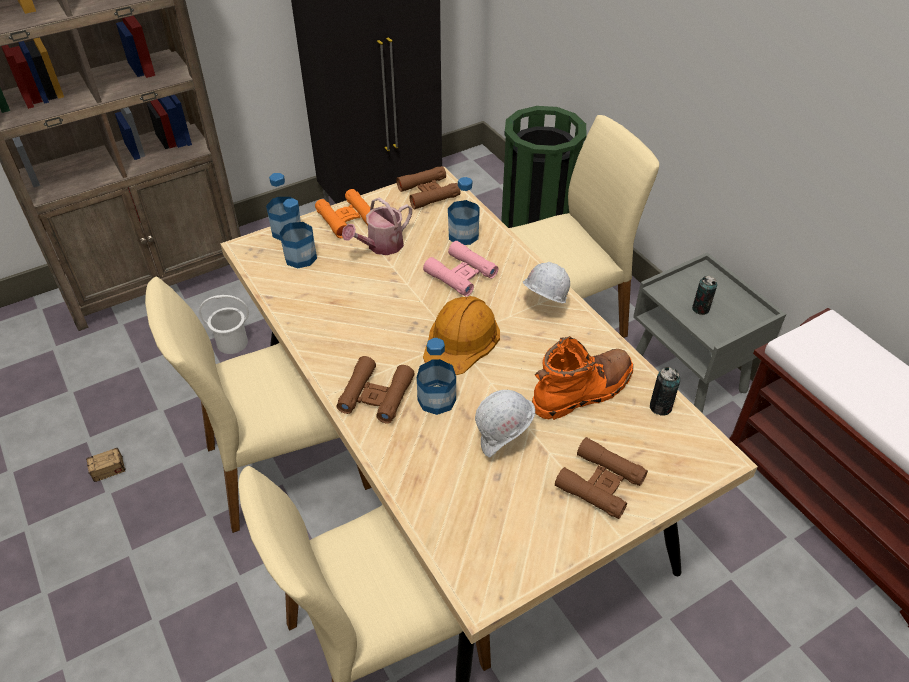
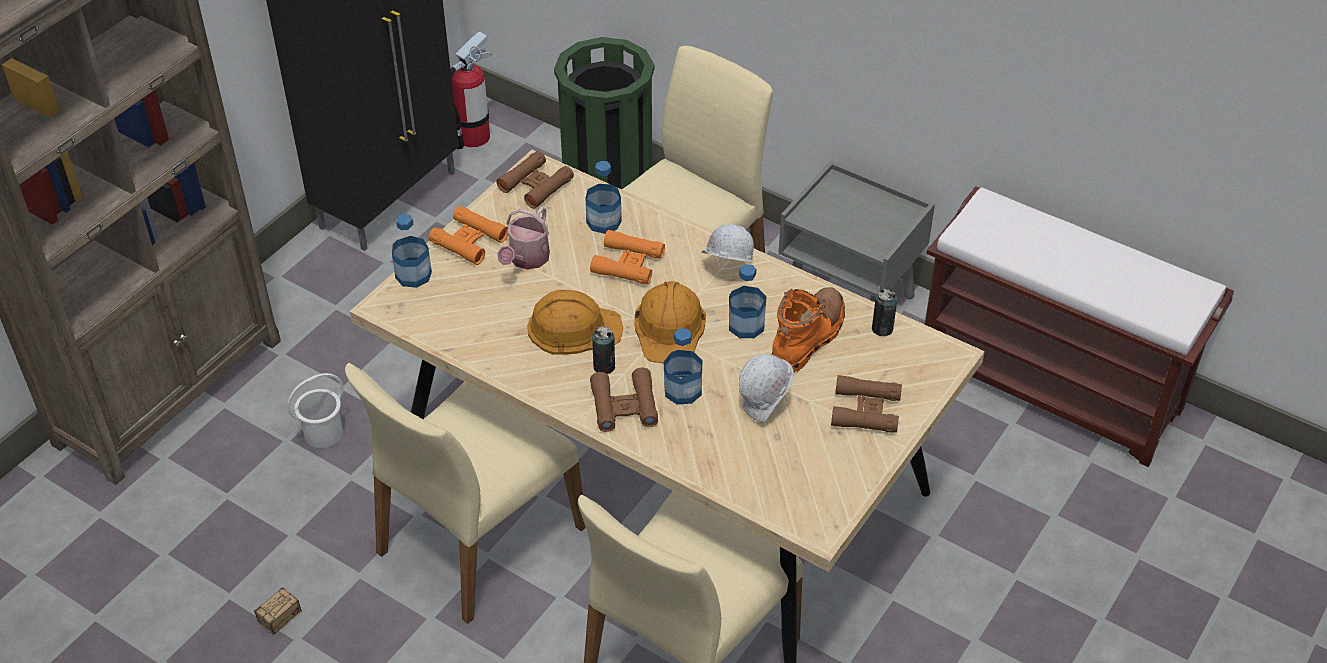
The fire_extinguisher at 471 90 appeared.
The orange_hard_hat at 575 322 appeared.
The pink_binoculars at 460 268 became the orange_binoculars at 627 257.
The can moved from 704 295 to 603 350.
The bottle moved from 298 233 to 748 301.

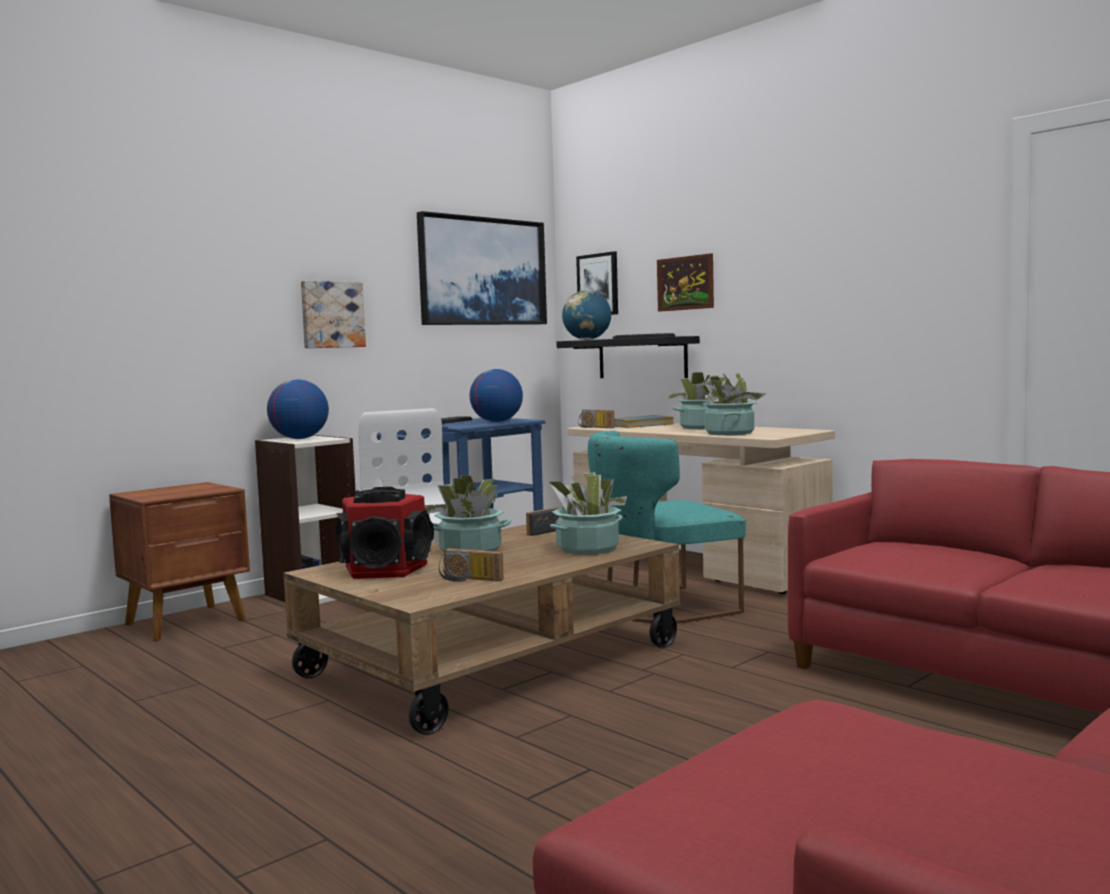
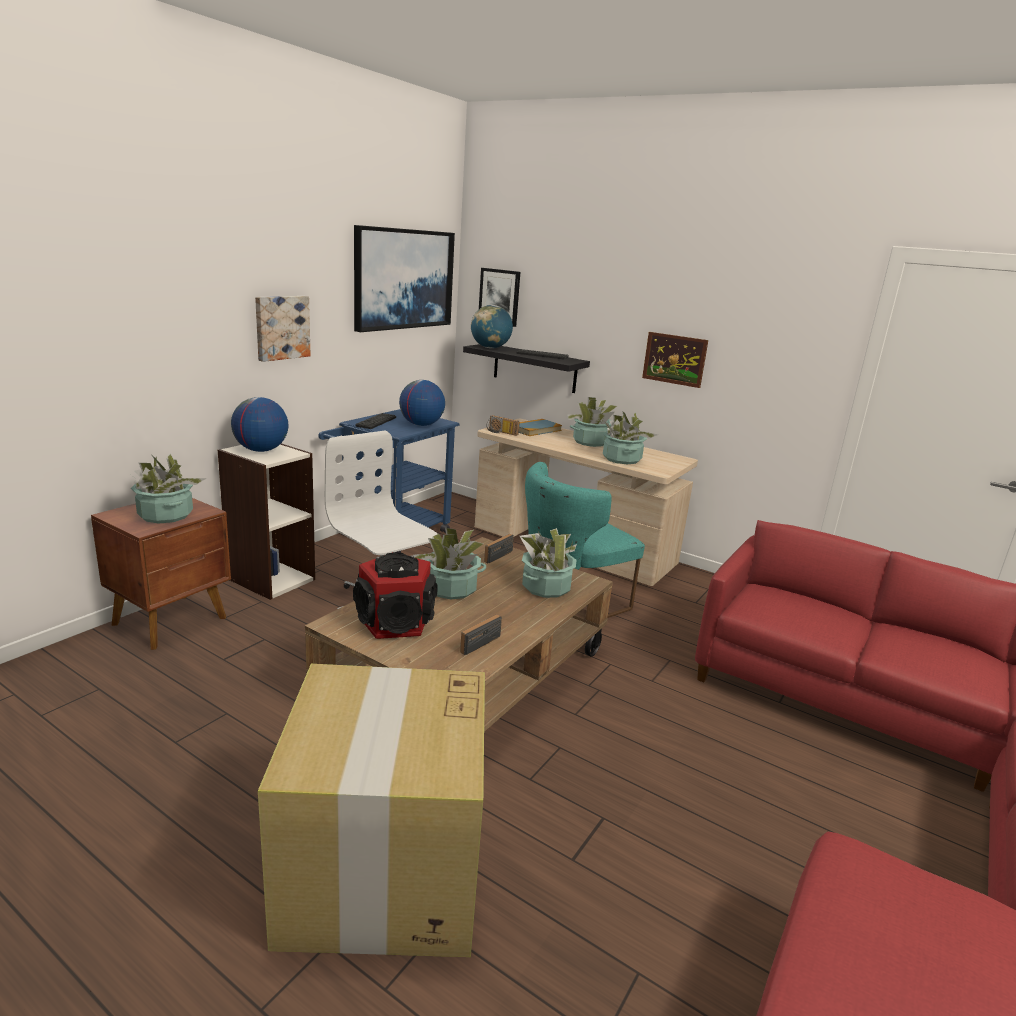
The potted_plant at 168 489 appeared.
The cardboard_box at 371 810 appeared.
The radio at 471 565 turned 120 degrees clockwise.
The picture moved from 685 282 to 675 360.

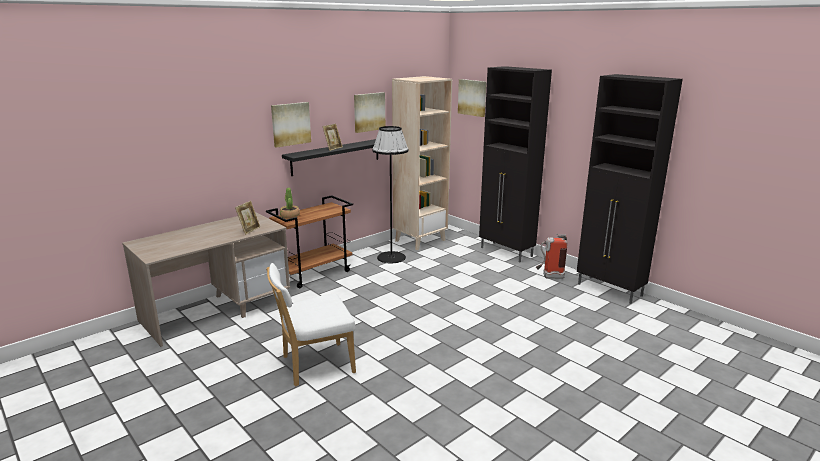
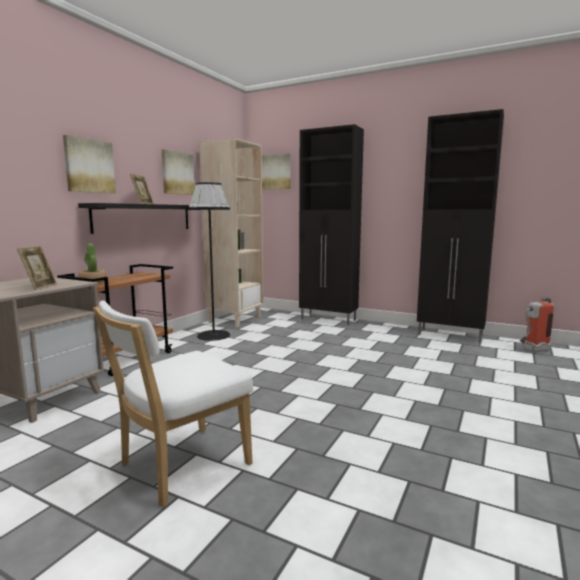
The fire_extinguisher moved from 552 256 to 537 324.

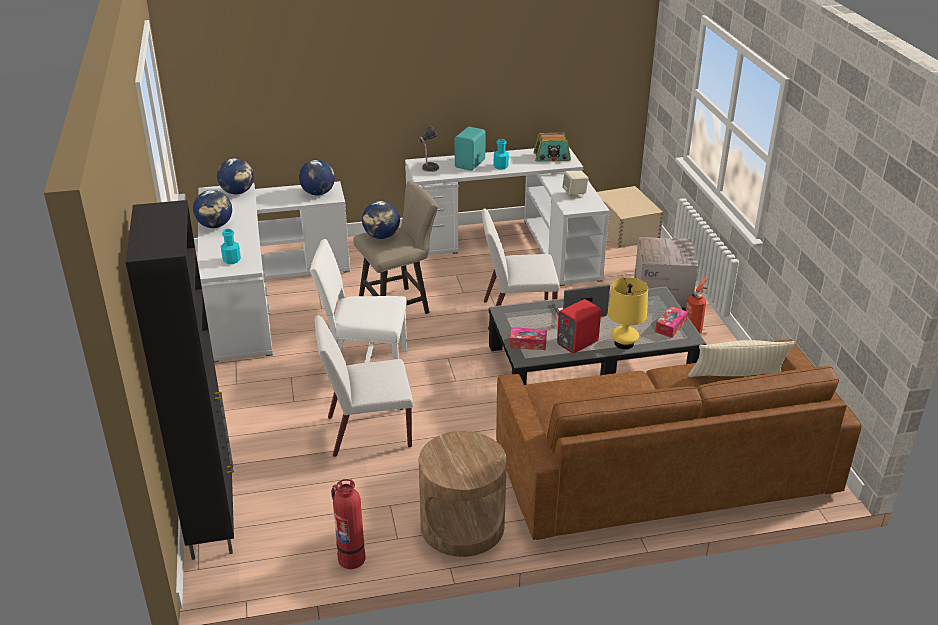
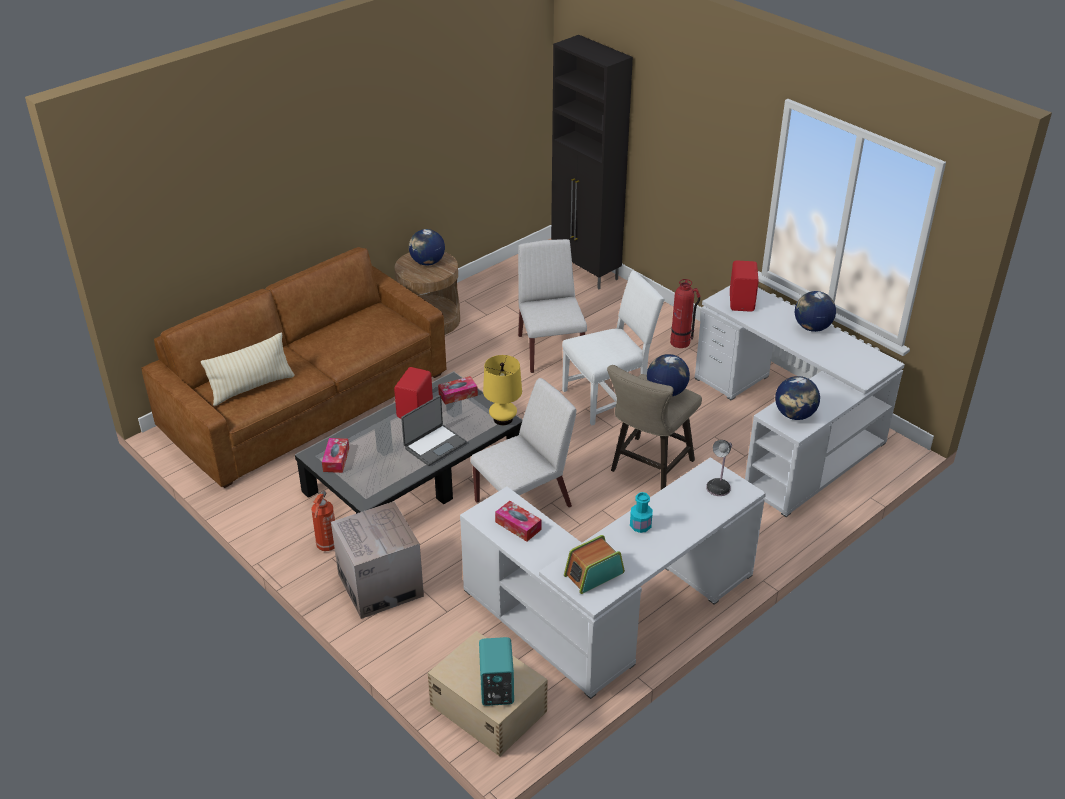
The globe moved from 235 176 to 427 247.
The turquoise_speaker moved from 470 149 to 496 671.
The yellow_table_lamp moved from 628 313 to 502 390.
The beige_speaker at 575 185 was replaced by the tissue_box at 518 521.
The white_chair at 364 386 turned 60 degrees counterclockwise.
The fire_extinguisher moved from 348 524 to 685 313.
The turquoise_bottle at 231 246 was replaced by the red_speaker at 744 286.

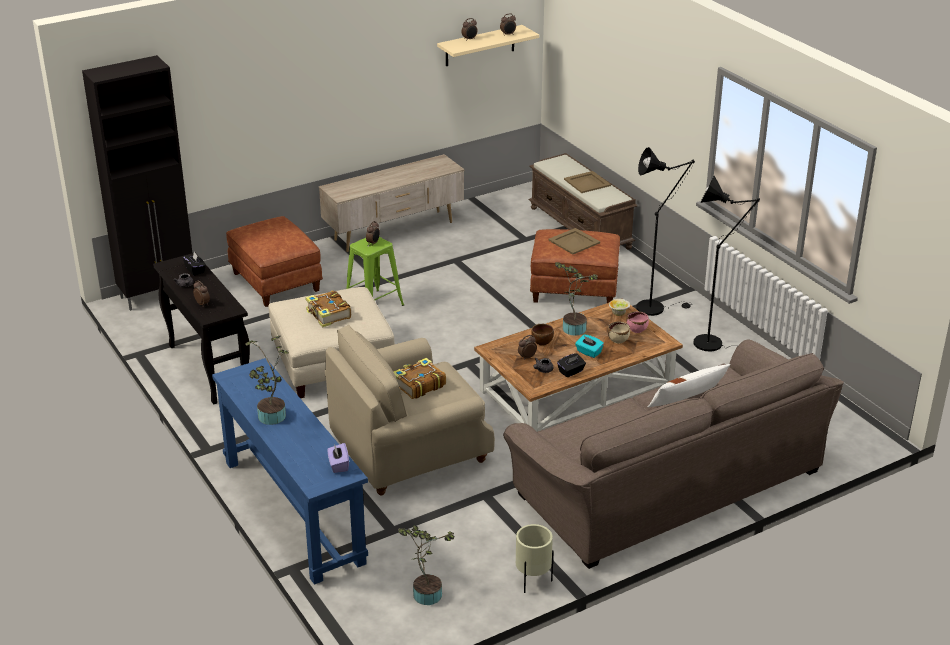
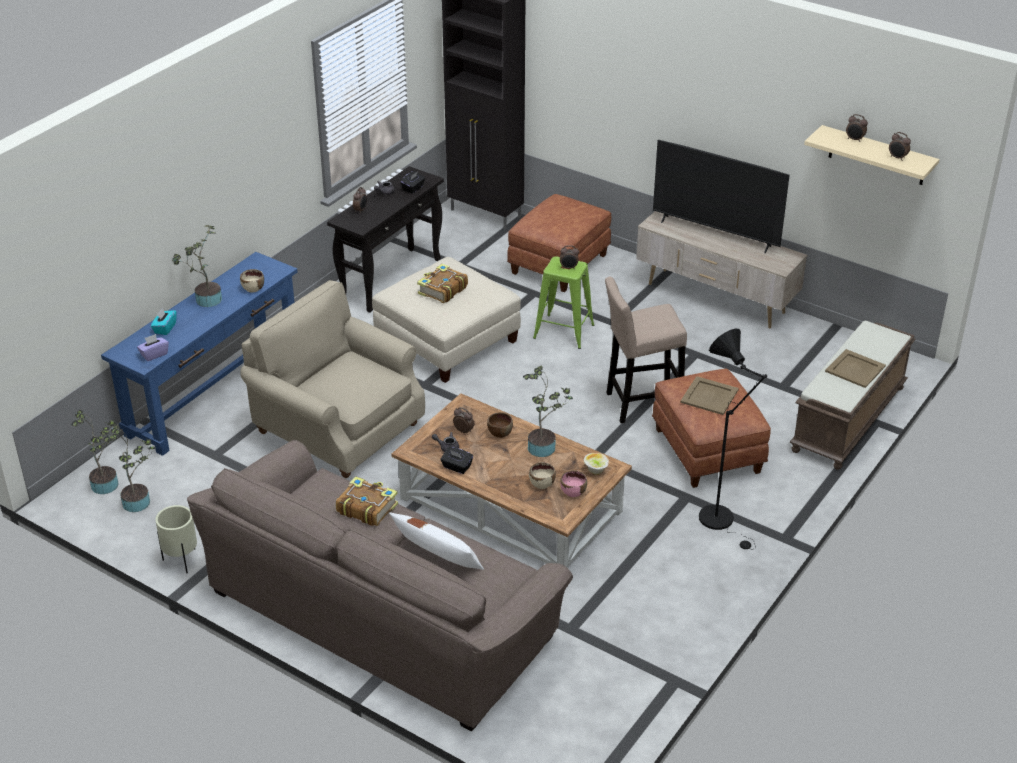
The potted_plant at 94 452 appeared.
The turquoise_tissue_box moved from 589 346 to 164 321.
The beige_bowl at 252 281 appeared.
The book moved from 419 378 to 367 501.
The beige_stool at 646 350 appeared.
The television at 721 196 appeared.
The black_floor_lamp at 727 264 disappeared.

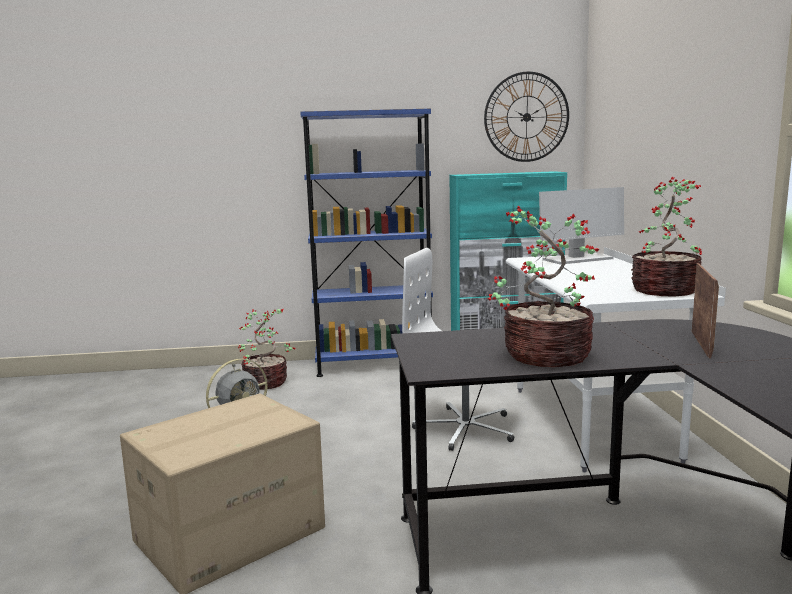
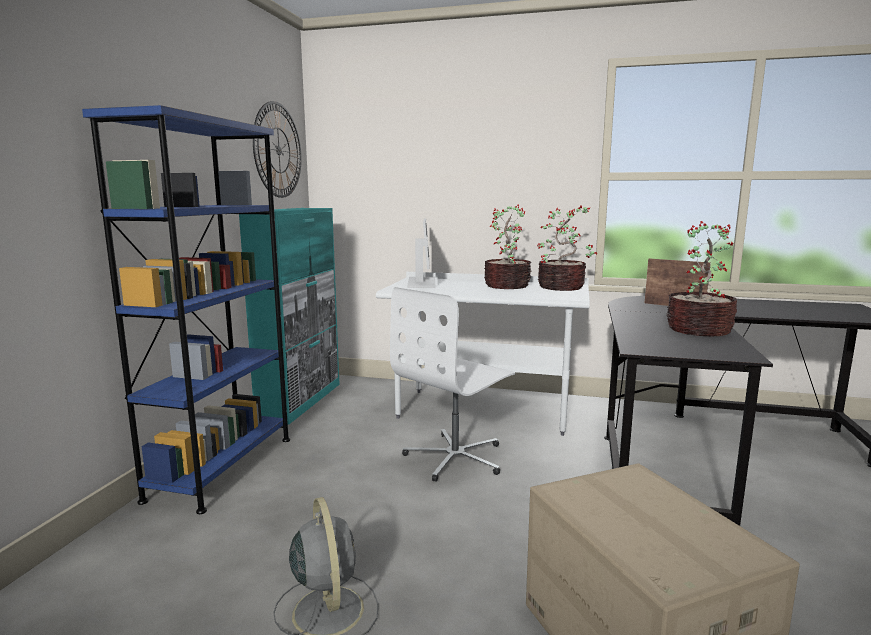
The potted_plant moved from 266 349 to 507 246.

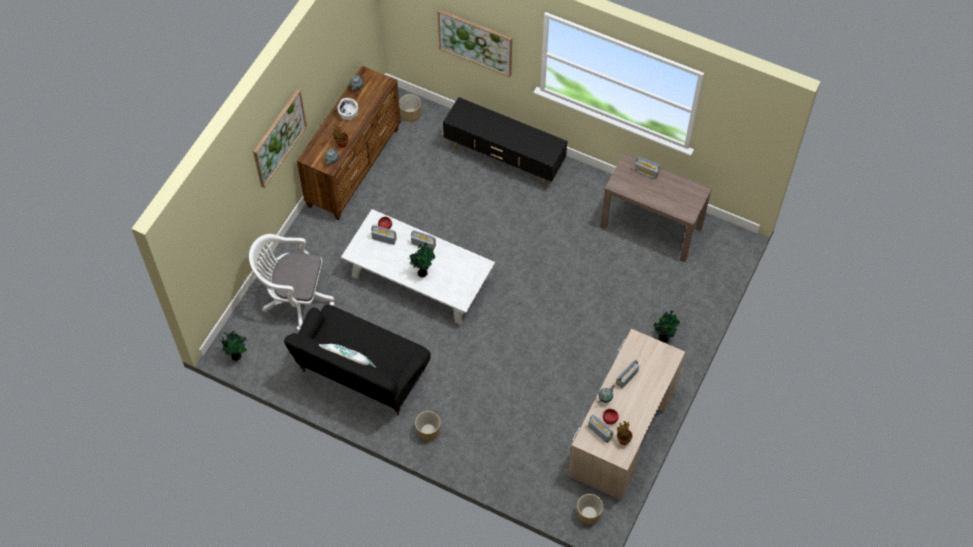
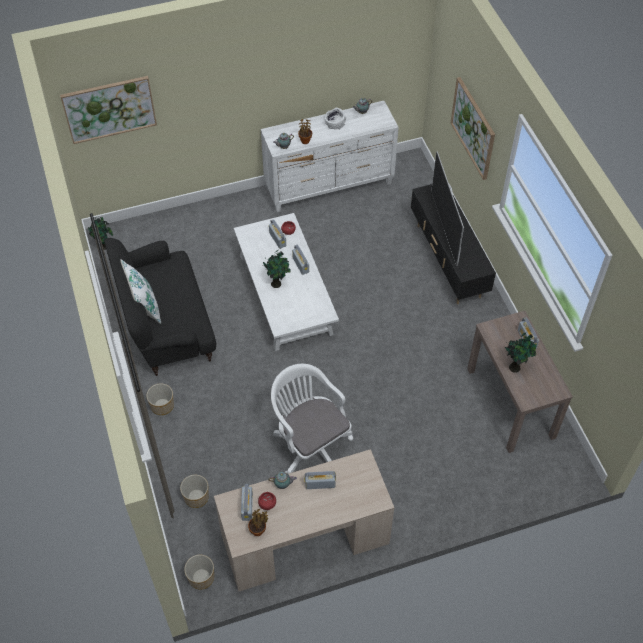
The picture moved from 280 138 to 108 110.
The planter moved from 410 108 to 194 491.
The brown_dresser at 349 143 became the white_dresser at 330 156.
The white_office_chair moved from 291 282 to 312 419.
The television at 447 209 appeared.
The potted_plant moved from 666 327 to 521 352.

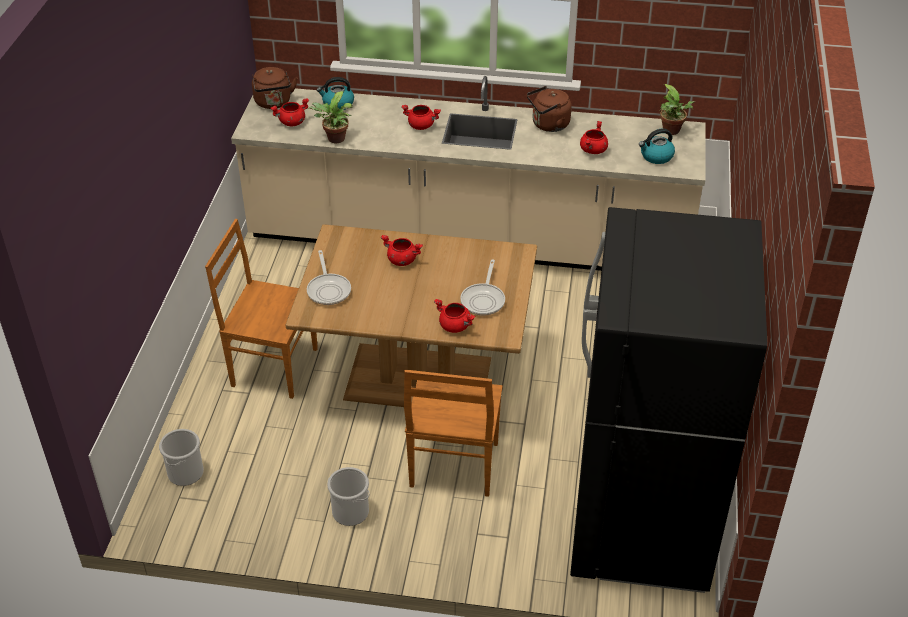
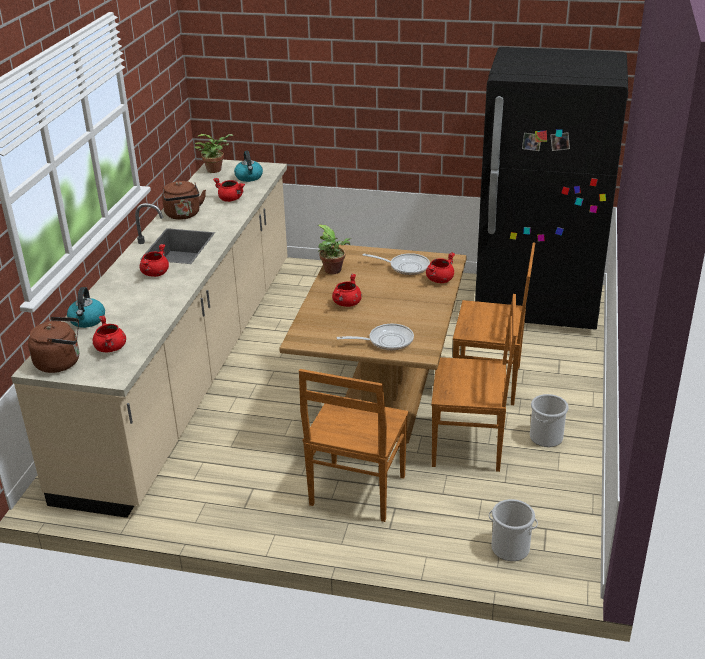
The potted_plant moved from 330 117 to 334 249.
The brown_chair at 473 383 appeared.

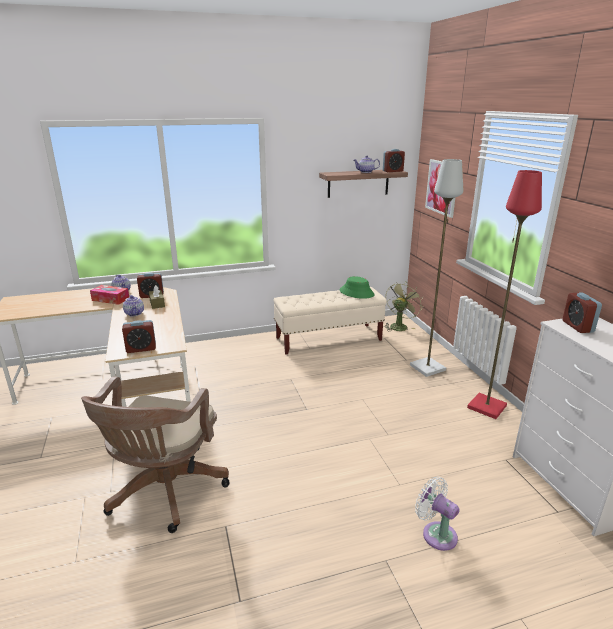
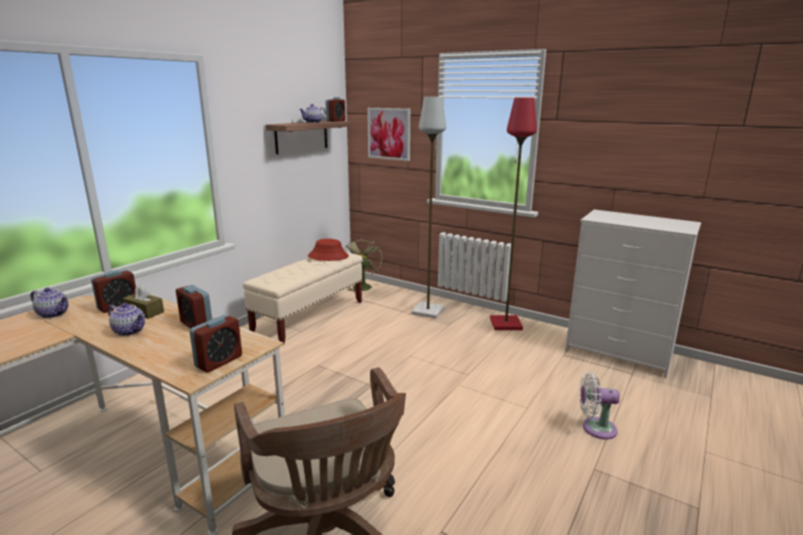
The alarm_clock moved from 582 312 to 194 306.
The green_hat at 356 287 became the red_hat at 328 250.
The tissue_box at 109 295 disappeared.

